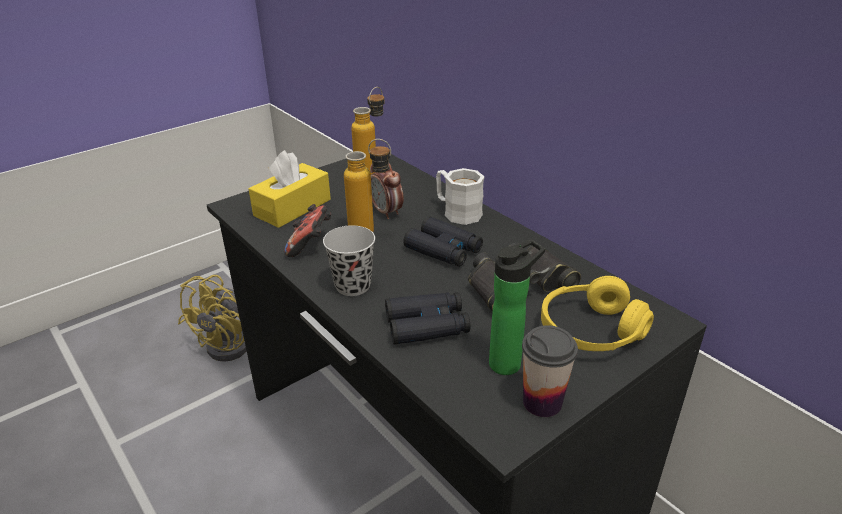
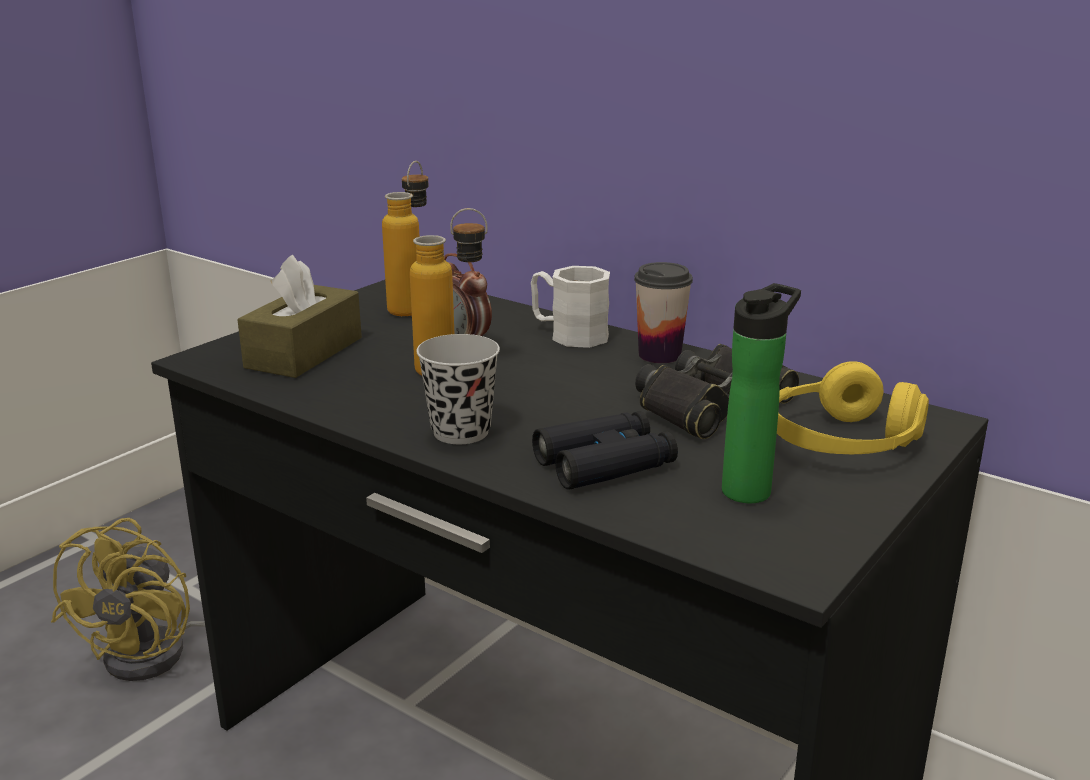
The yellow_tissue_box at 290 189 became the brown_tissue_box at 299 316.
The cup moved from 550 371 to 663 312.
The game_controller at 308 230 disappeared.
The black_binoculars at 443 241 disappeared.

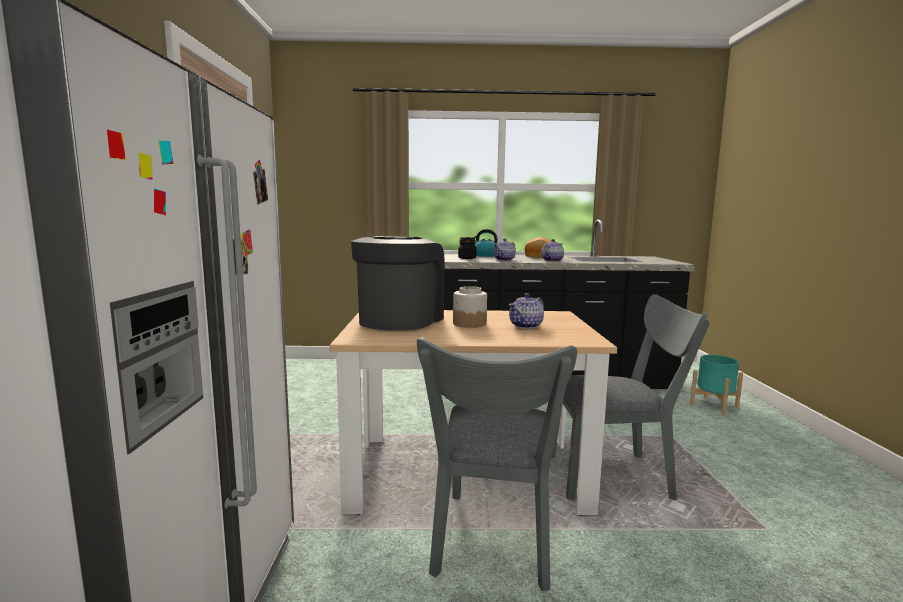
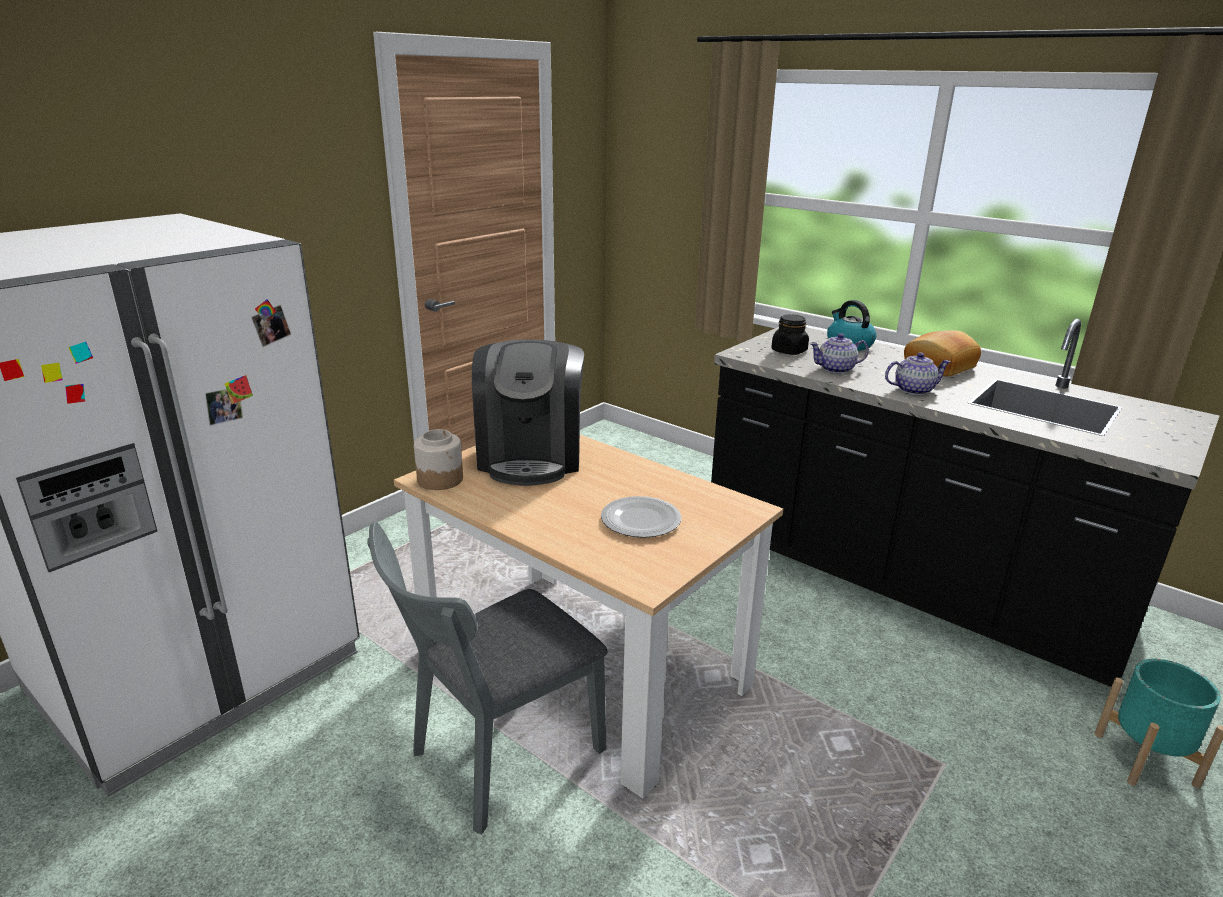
The jar moved from 470 307 to 438 459.
The coffee_machine at 398 283 turned 120 degrees clockwise.
The teapot at 526 311 was replaced by the plate at 641 517.
The grey_chair at 630 397 disappeared.

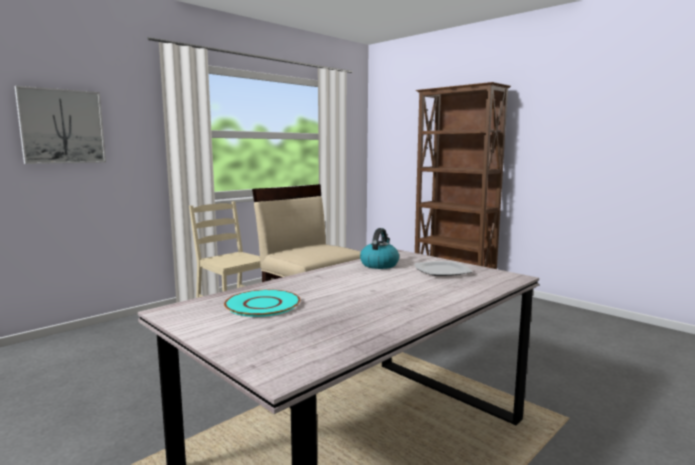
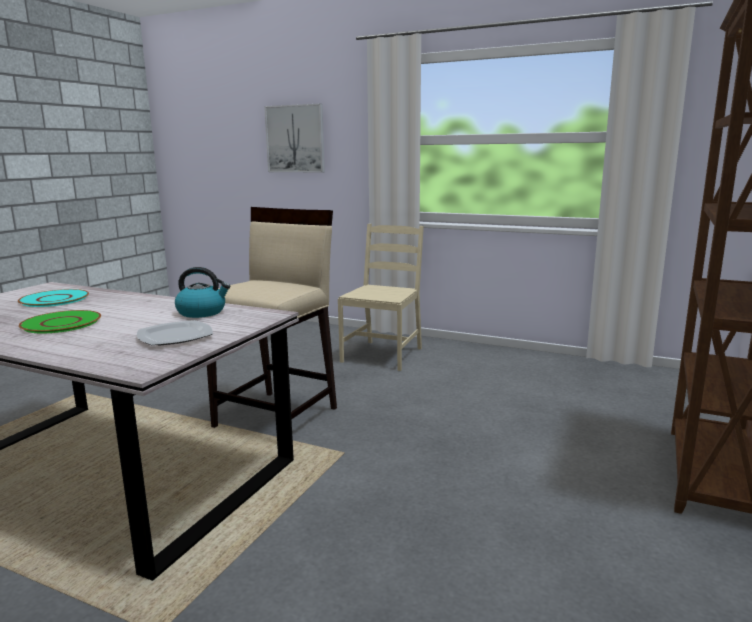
The green_plate at 60 321 appeared.

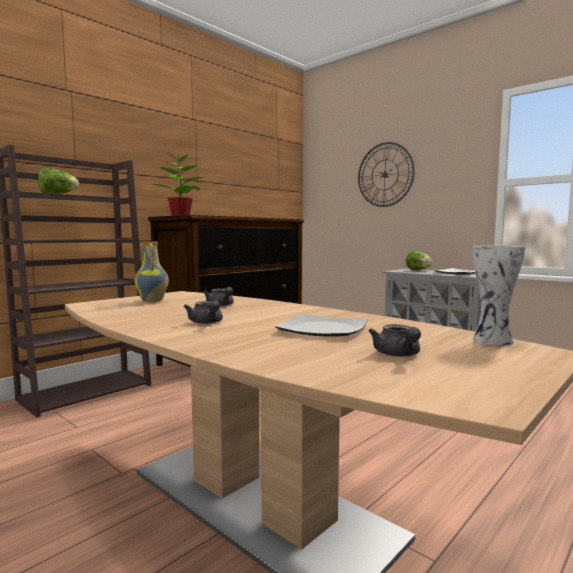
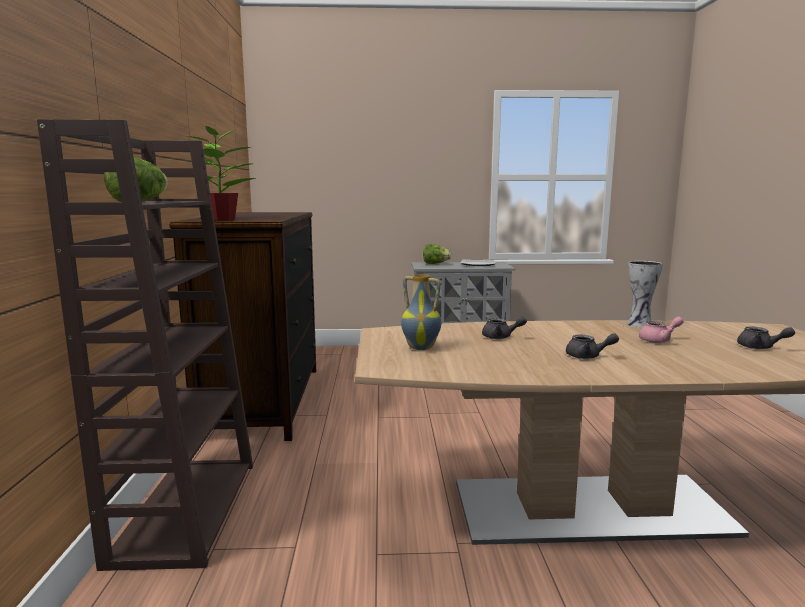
The vase moved from 498 295 to 645 294.
The plate at 321 325 was replaced by the pink_teapot at 661 330.
The wall_clock at 386 174 disappeared.

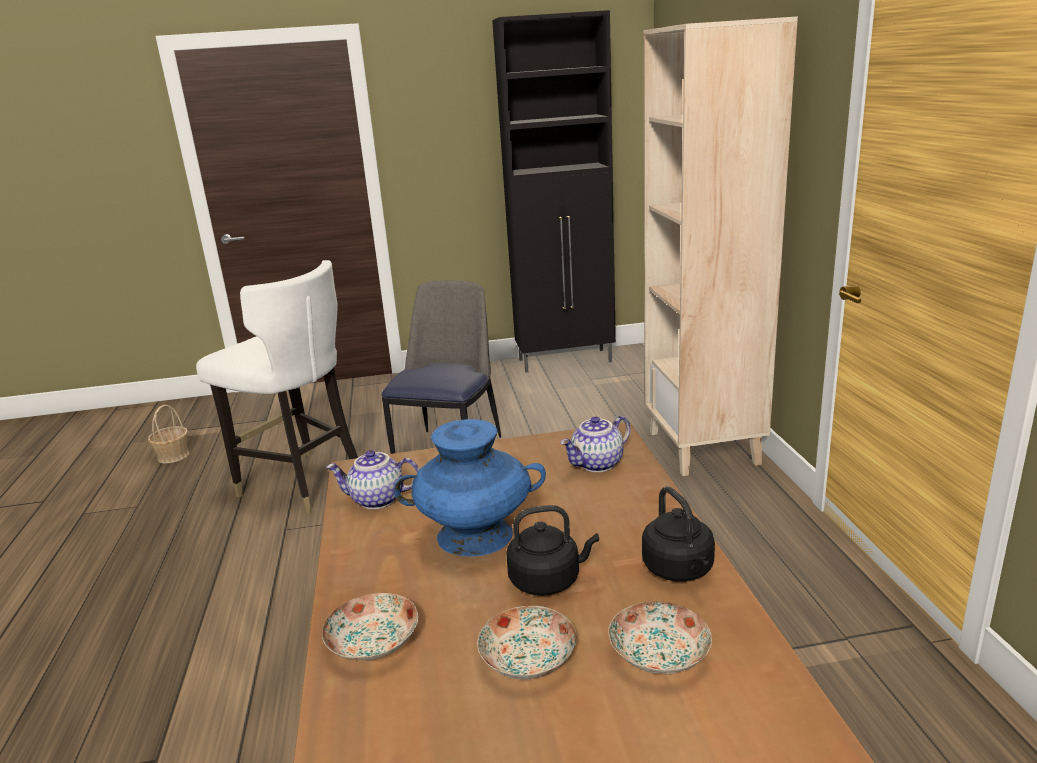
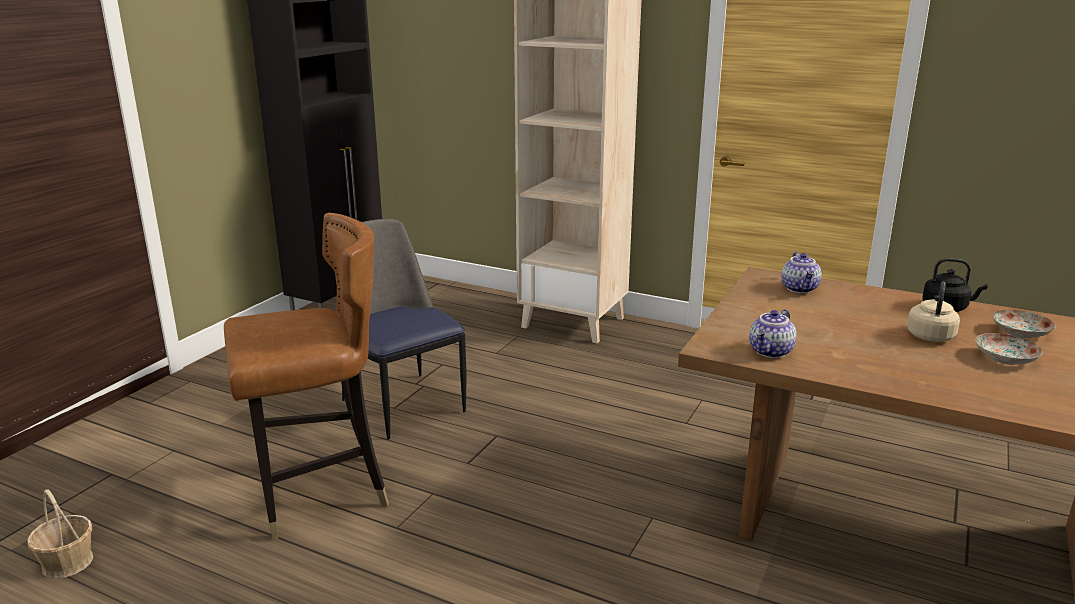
The white_chair at 277 387 became the brown_chair at 306 376.
The black_kettle at 553 550 became the beige_kettle at 933 311.
The plate at 370 627 disappeared.
The blue_vase at 470 488 disappeared.

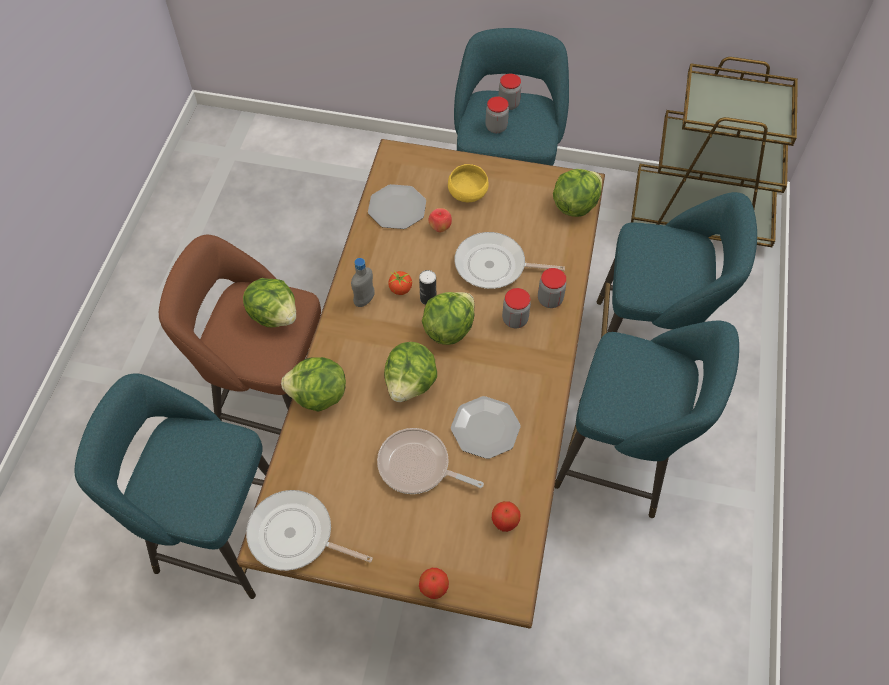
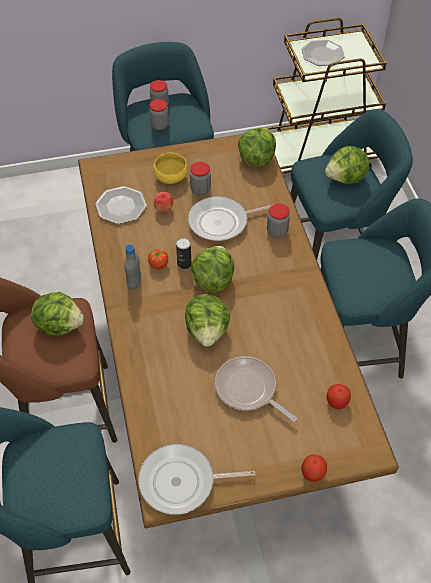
The jar moved from 516 308 to 200 178.
The frying_pan at 430 461 turned 45 degrees clockwise.
The plate moved from 486 427 to 323 53.
The lettuce moved from 313 384 to 347 165.

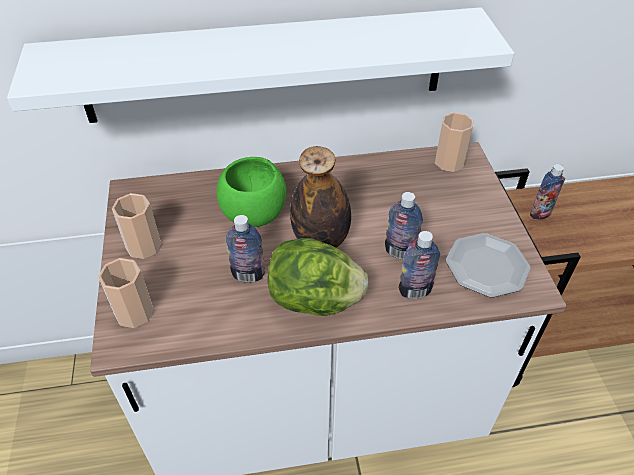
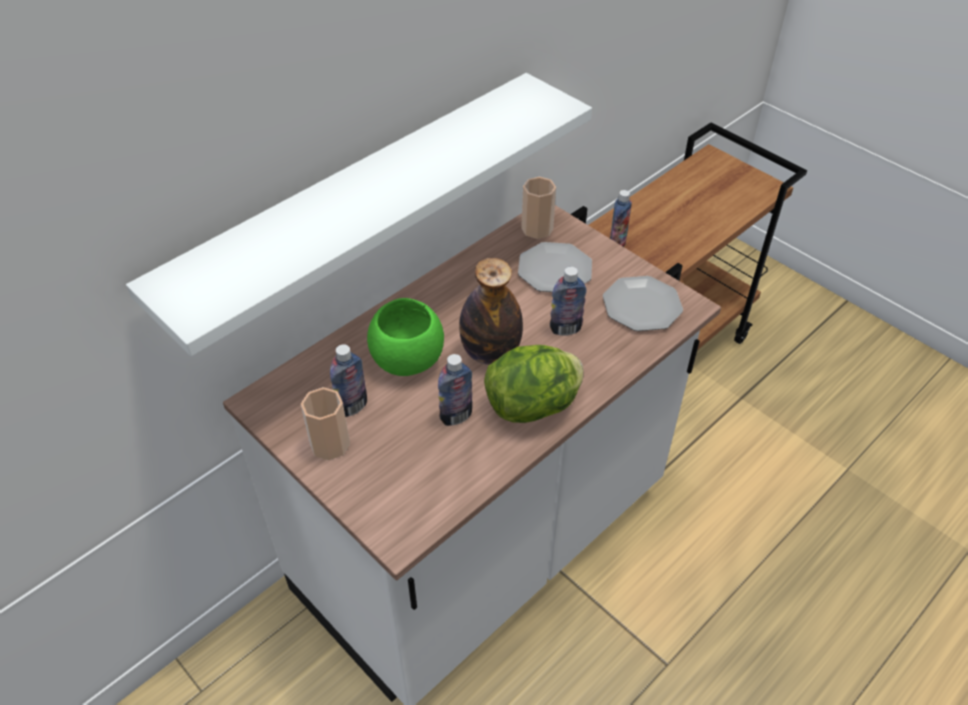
The bottle moved from 419 265 to 348 380.
The plate at 555 267 appeared.
The cup at 126 293 disappeared.

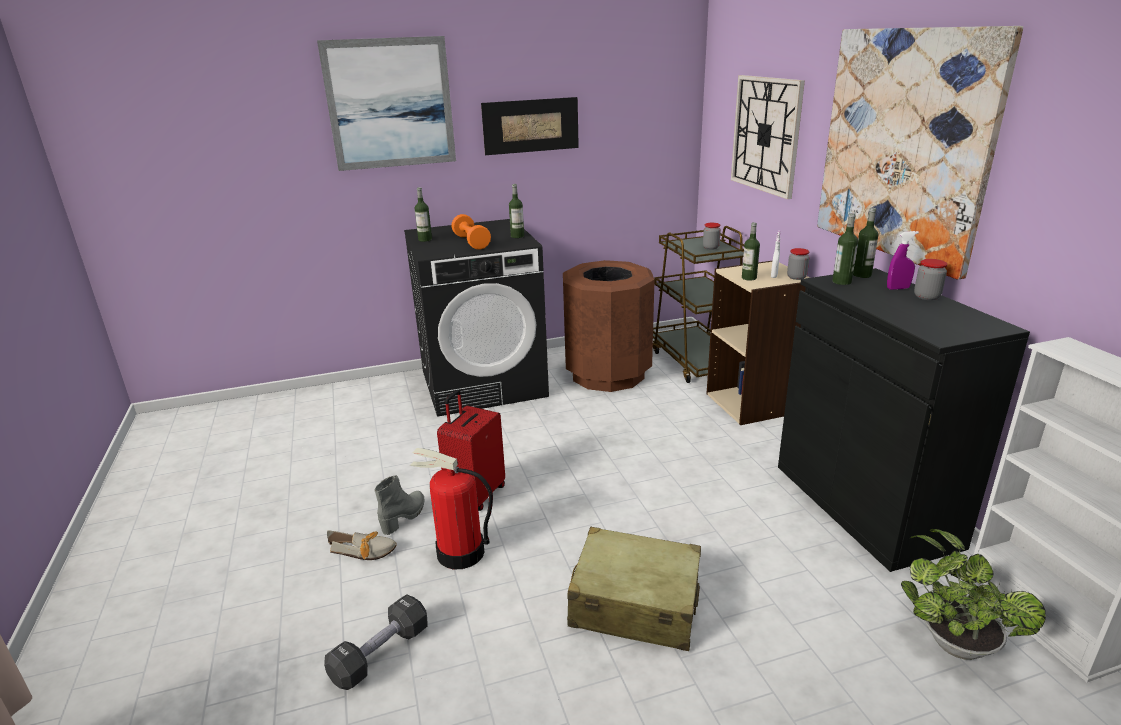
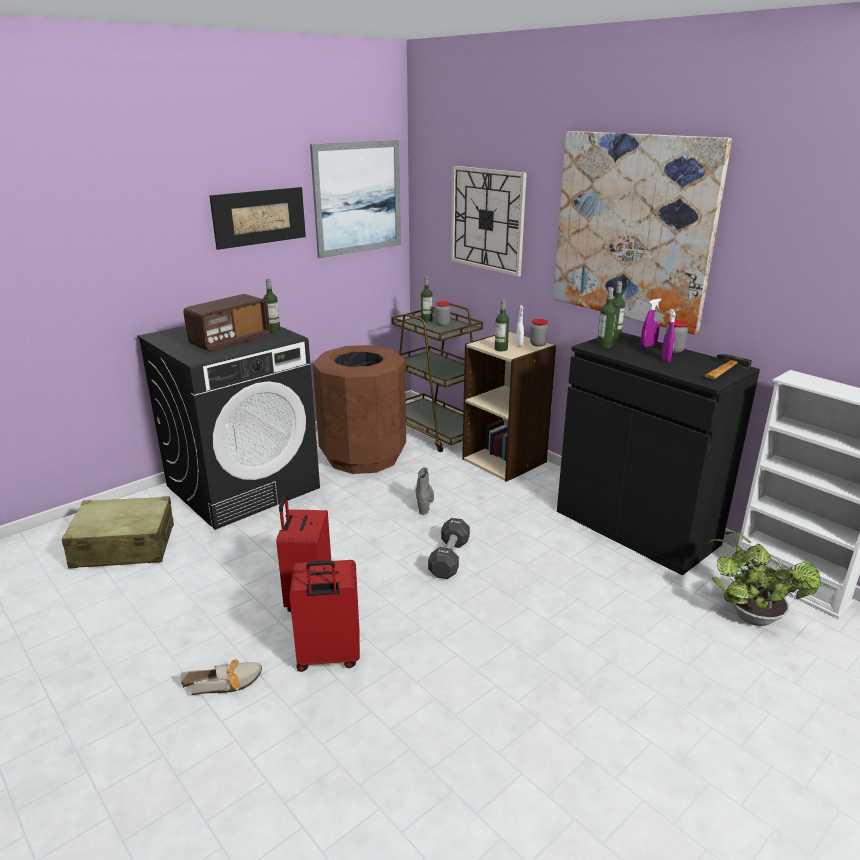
The beige_suitcase moved from 634 589 to 118 532.
The orange_dumbbell at 471 232 was replaced by the radio at 226 323.
The fire_extinguisher at 451 509 was replaced by the red_suitcase at 324 616.
The picture moved from 386 103 to 355 199.
The grey_boot moved from 400 505 to 424 491.
The bottle moved from 423 214 to 427 299.
The black_dumbbell moved from 376 642 to 449 548.
The purple_spray_bottle at 668 335 appeared.
The hammer at 728 366 appeared.

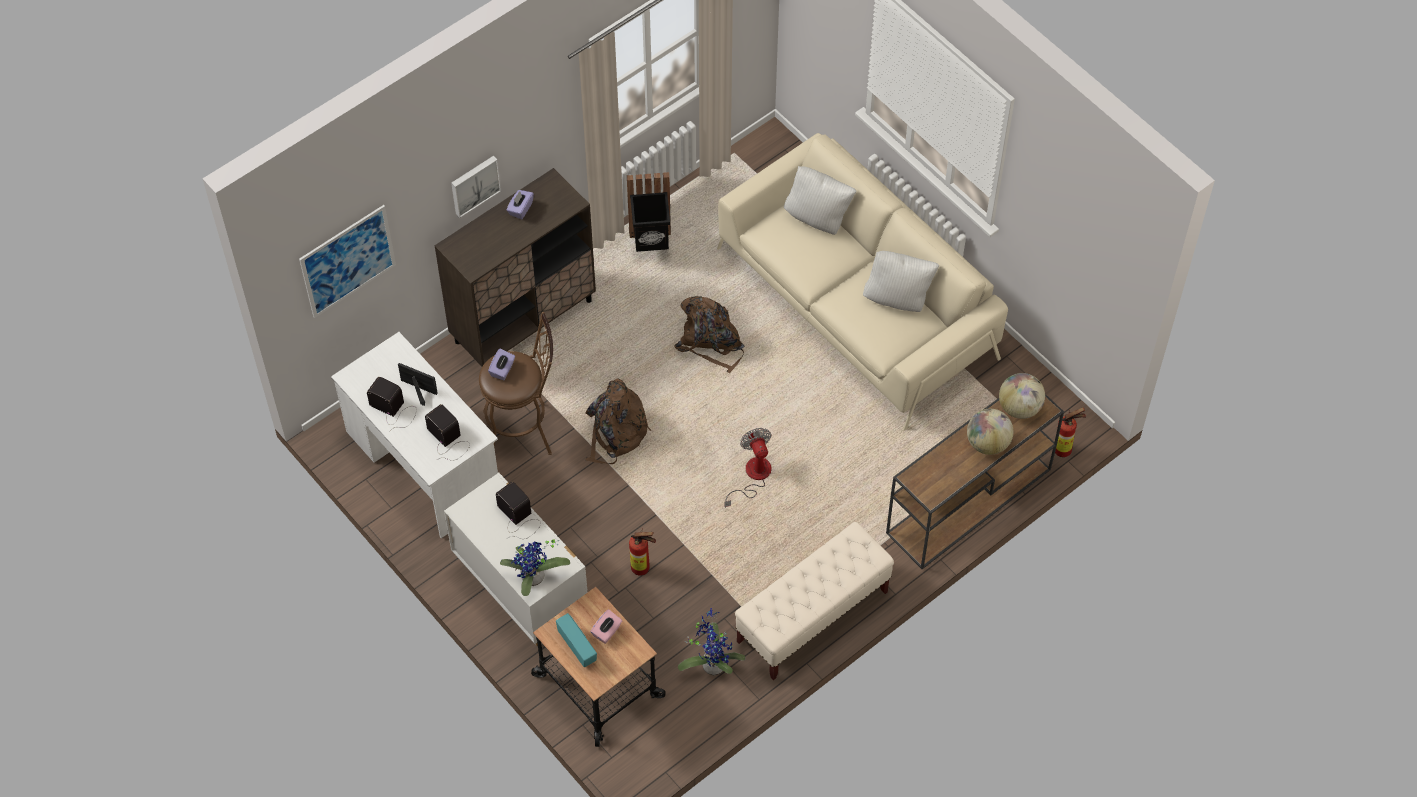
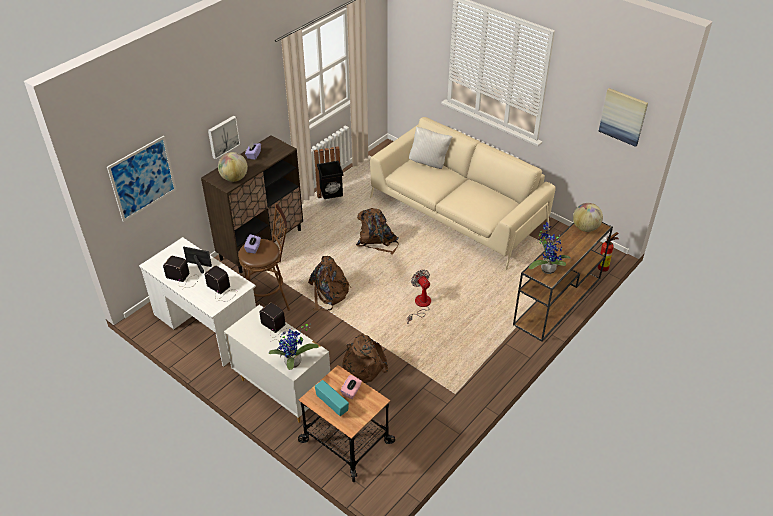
The globe moved from 990 432 to 233 167.
The fire_extinguisher at 642 553 was replaced by the brown_backpack at 365 358.
The potted_plant moved from 711 642 to 549 248.
The picture at 623 117 appeared.
The beige_bench at 814 601 disappeared.
The white_pillow at 901 281 disappeared.

